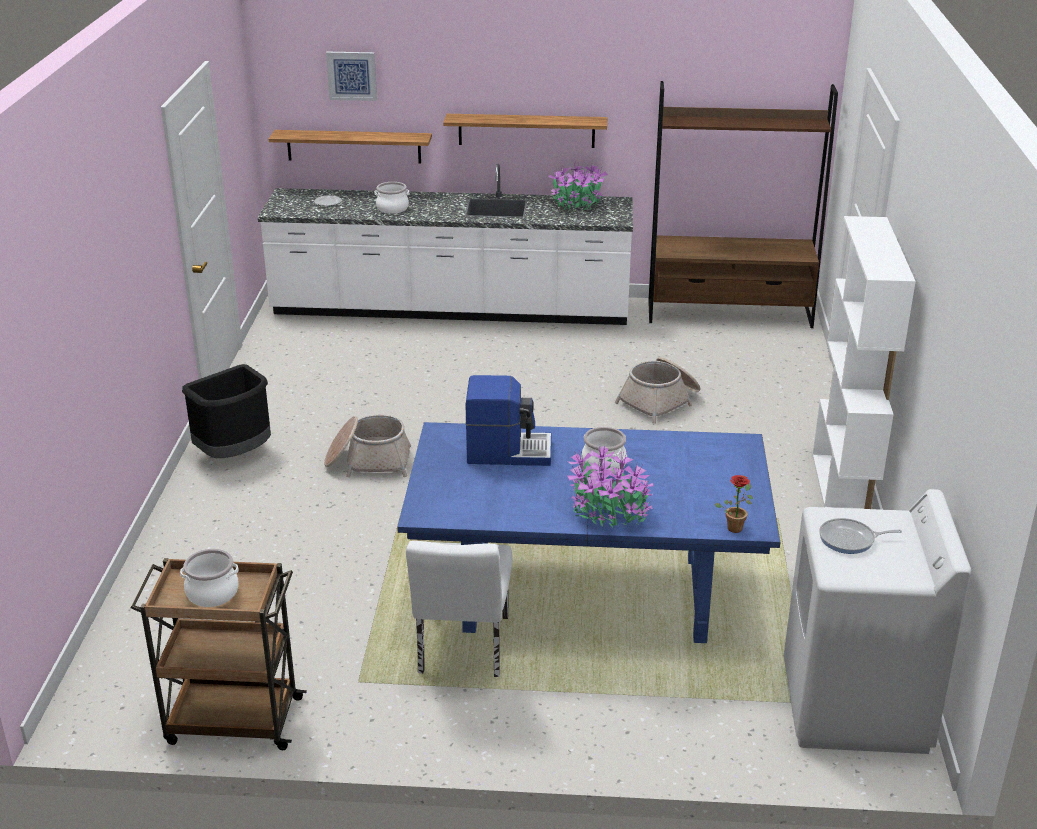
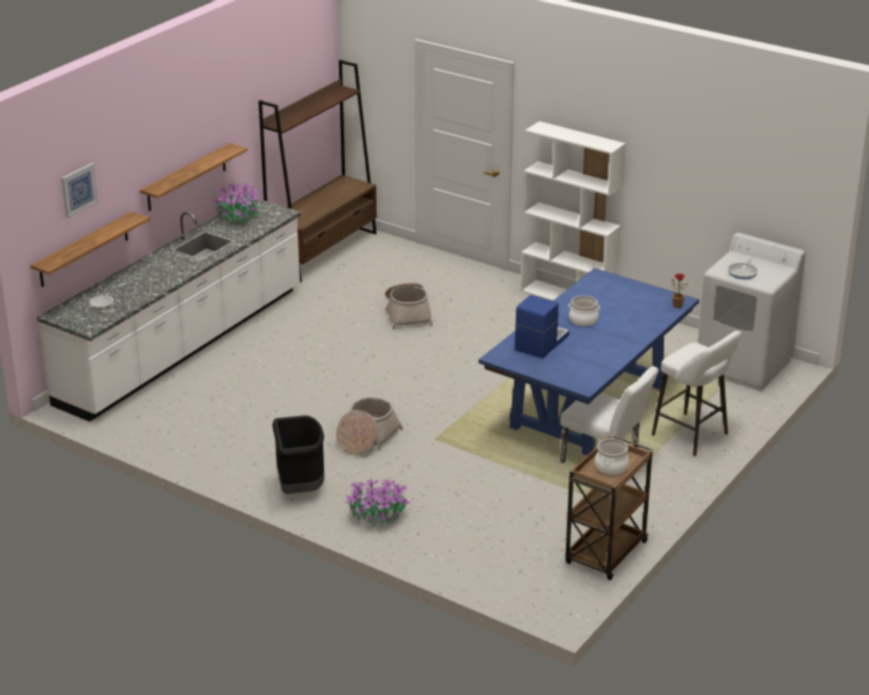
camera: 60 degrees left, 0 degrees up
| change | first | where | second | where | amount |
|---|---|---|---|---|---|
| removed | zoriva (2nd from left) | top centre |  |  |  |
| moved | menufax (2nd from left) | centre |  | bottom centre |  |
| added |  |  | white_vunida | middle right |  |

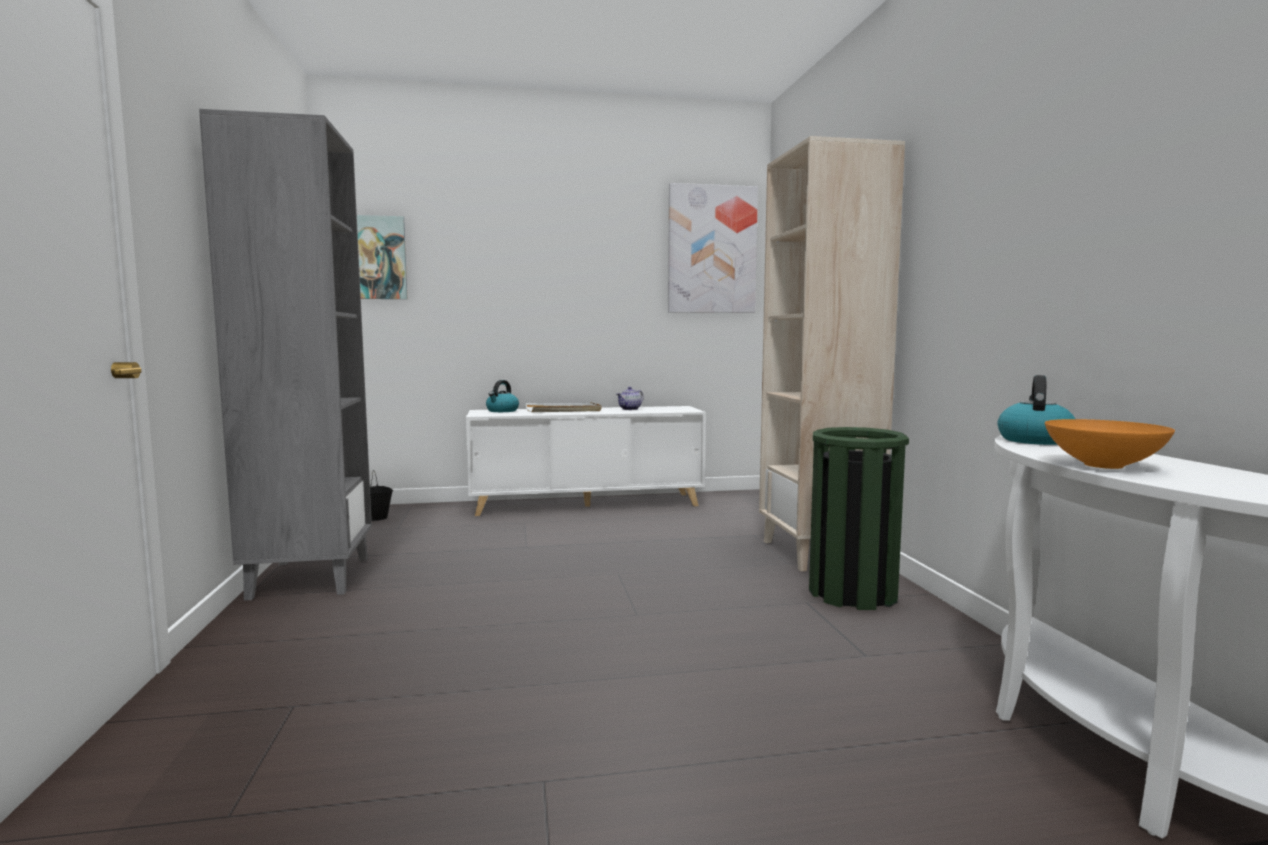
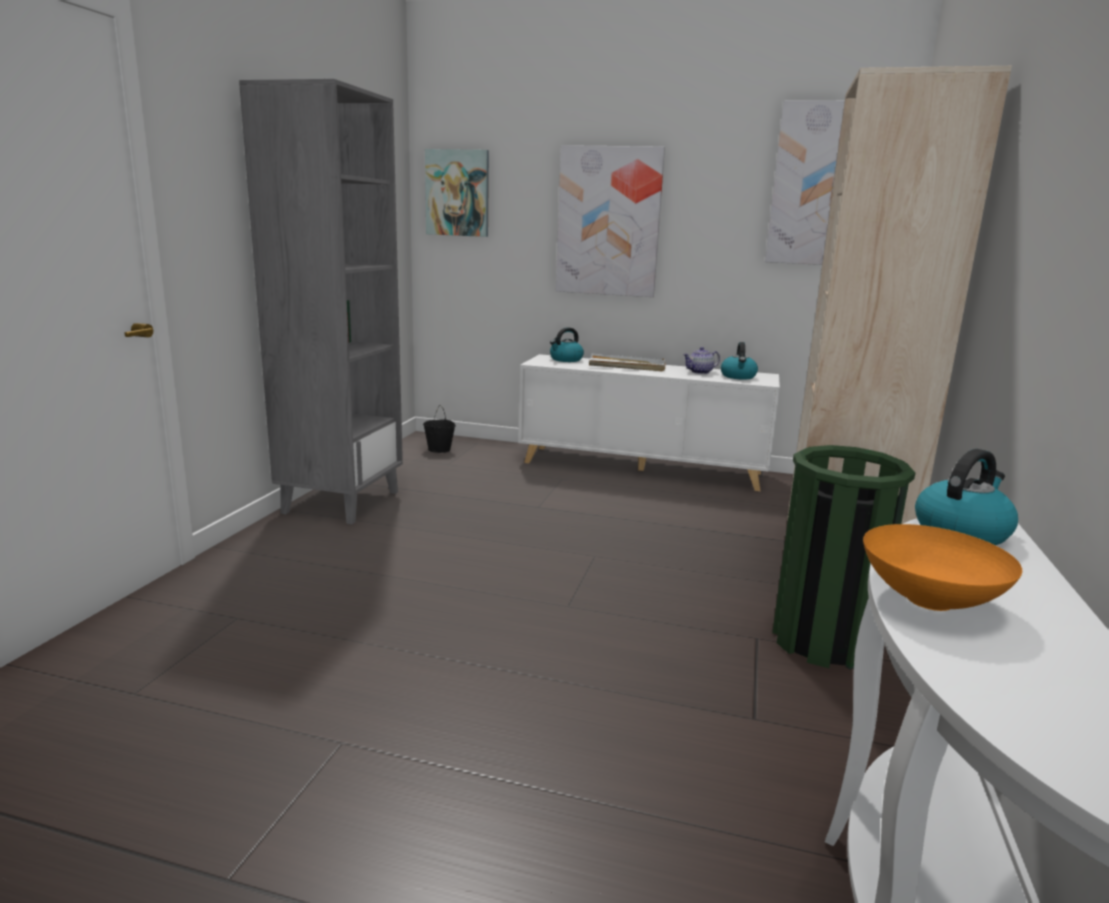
camera: 25 degrees right, 10 degrees up
| change | first | where | second | where | amount |
|---|---|---|---|---|---|
| added |  |  | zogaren (2nd from left) | top centre |  |
| added |  |  | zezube (2nd from left) | centre |  |

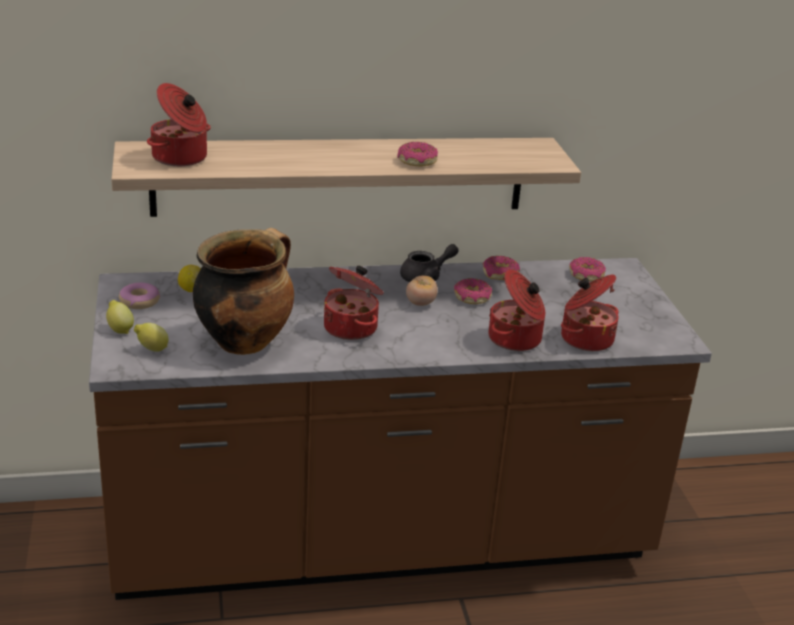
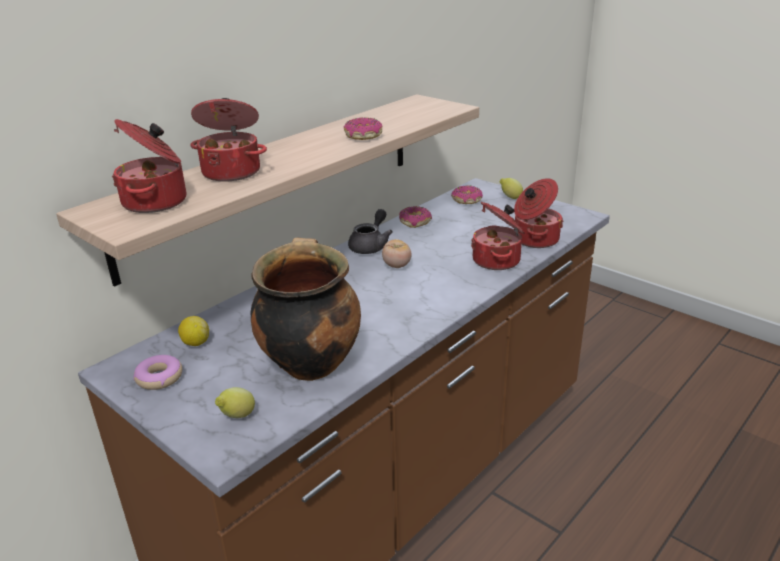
camera: 35 degrees left, 0 degrees up
| change | first | where | second | where | amount |
|---|---|---|---|---|---|
| moved | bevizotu (1st from left in the first image) | middle left | bevizotu (3rd from left) | centre |  |
| moved | zoriva (3rd from left in the first image) | centre | zoriva (2nd from left) | top left |  |
| removed | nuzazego (3rd from left) | centre |  |  |  |

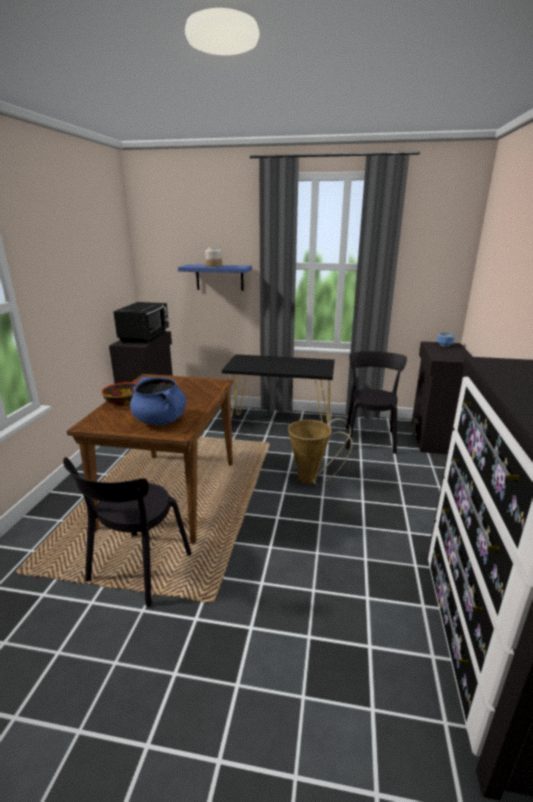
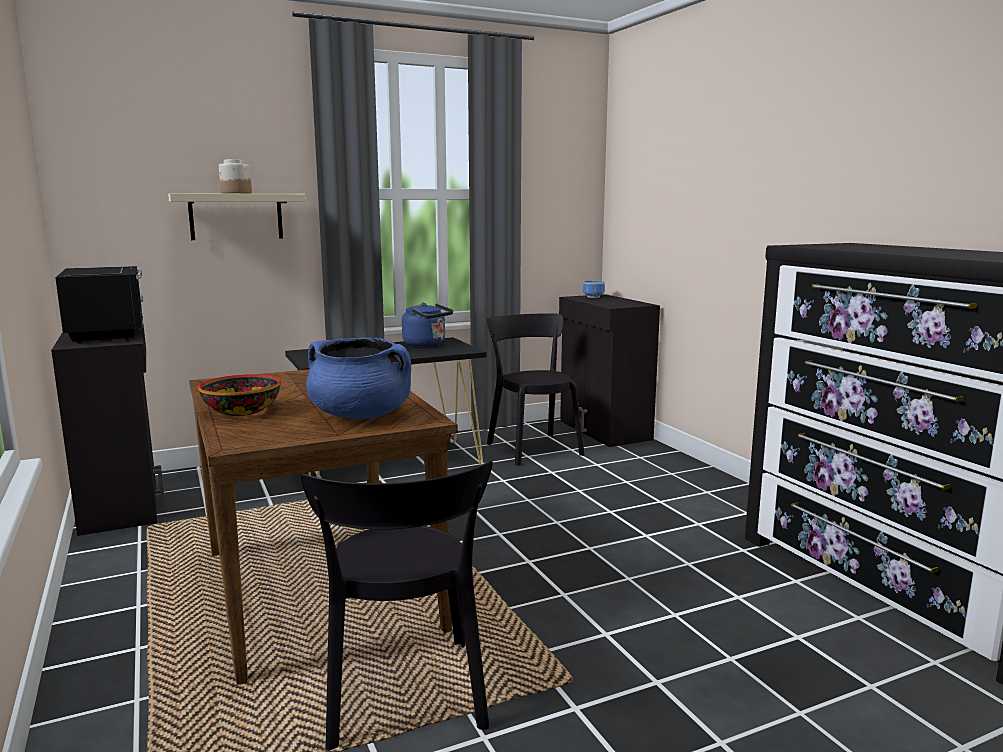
camera: 35 degrees left, 10 degrees down
| change | first | where | second | where | amount |
|---|---|---|---|---|---|
| recoloured | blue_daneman | centre | beige_daneman | top left |  |
| removed | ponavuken | centre |  |  |  |
| added |  |  | blue_zezube | centre |  |

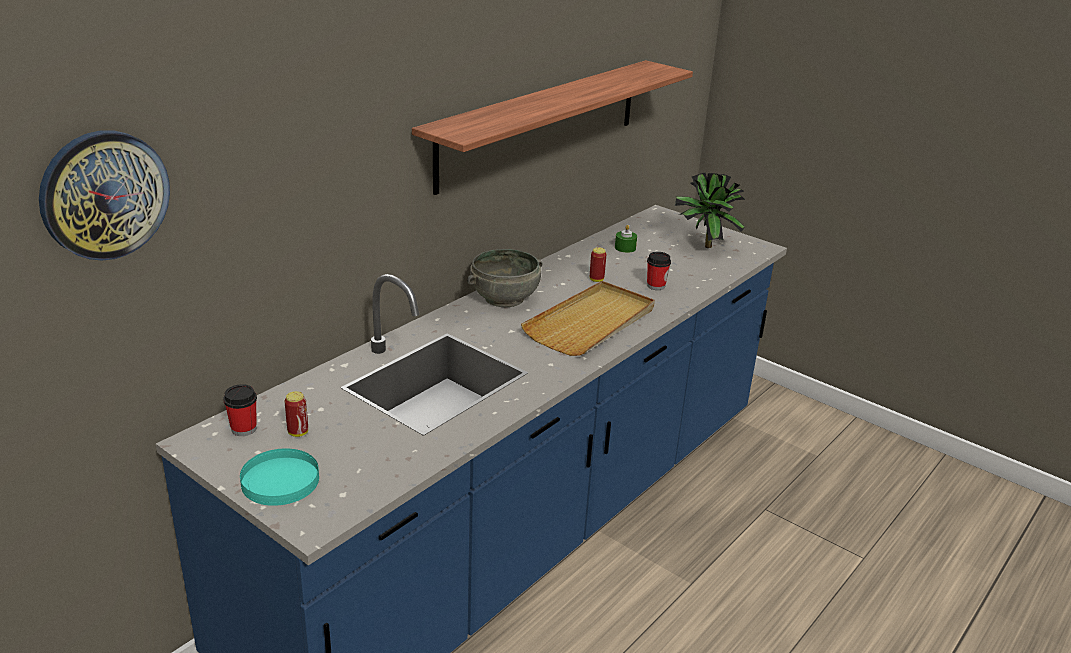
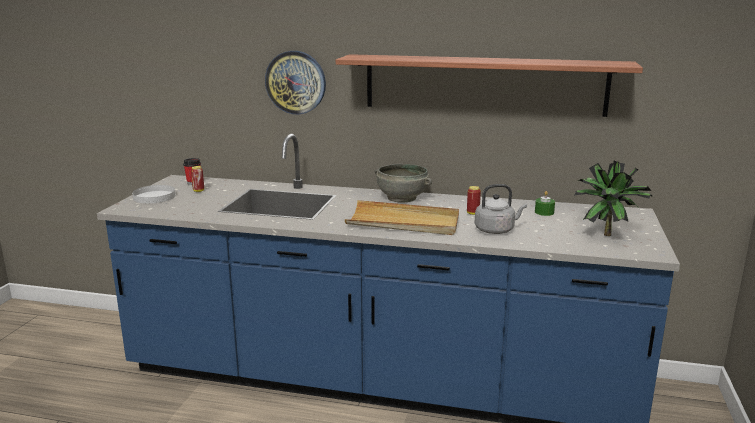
camera: 65 degrees right, 10 degrees down
| change | first | where | second | where | amount |
|---|---|---|---|---|---|
| moved | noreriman | top left |  | top centre |  |
| recoloured | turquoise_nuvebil | bottom left | white_nuvebil | middle left |  |
| replaced | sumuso (2nd from left) | centre | grey_zezube | centre |  |

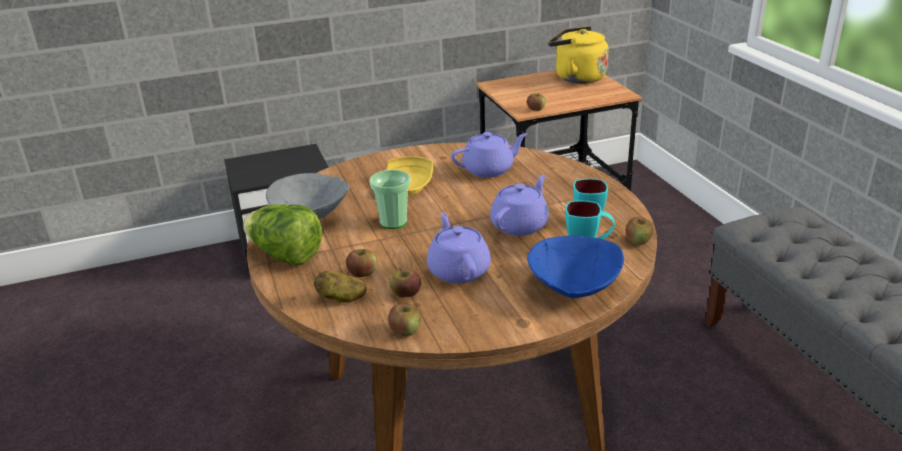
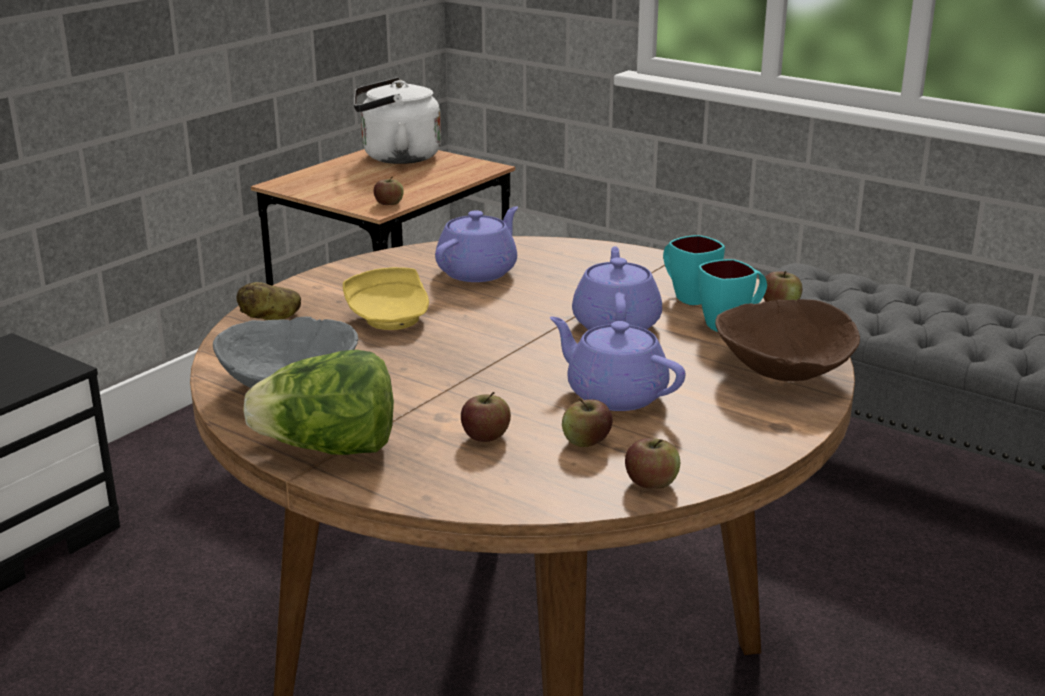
camera: 35 degrees left, 5 degrees down
| change | first | where | second | where | amount |
|---|---|---|---|---|---|
| moved | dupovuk | centre |  | middle left |  |
| removed | sumuso | centre |  |  |  |
| recoloured | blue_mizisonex | centre | brown_mizisonex | middle right |  |
| recoloured | yellow_zezube | top centre | white_zezube | top centre |  |

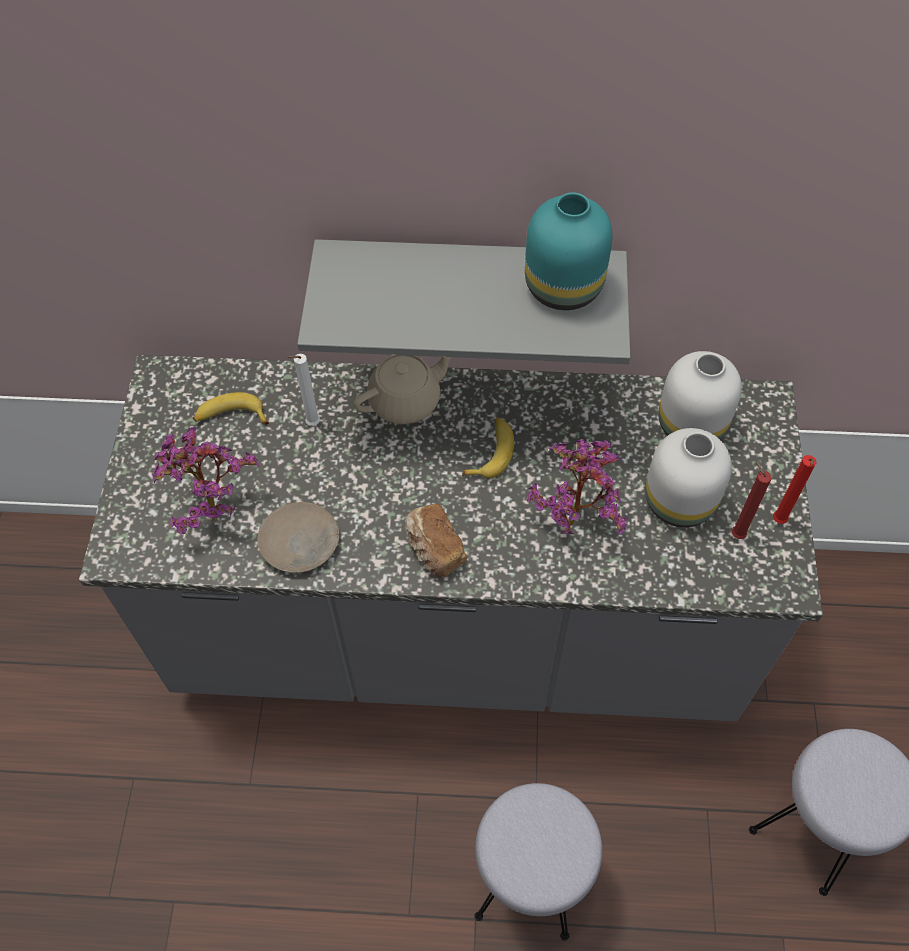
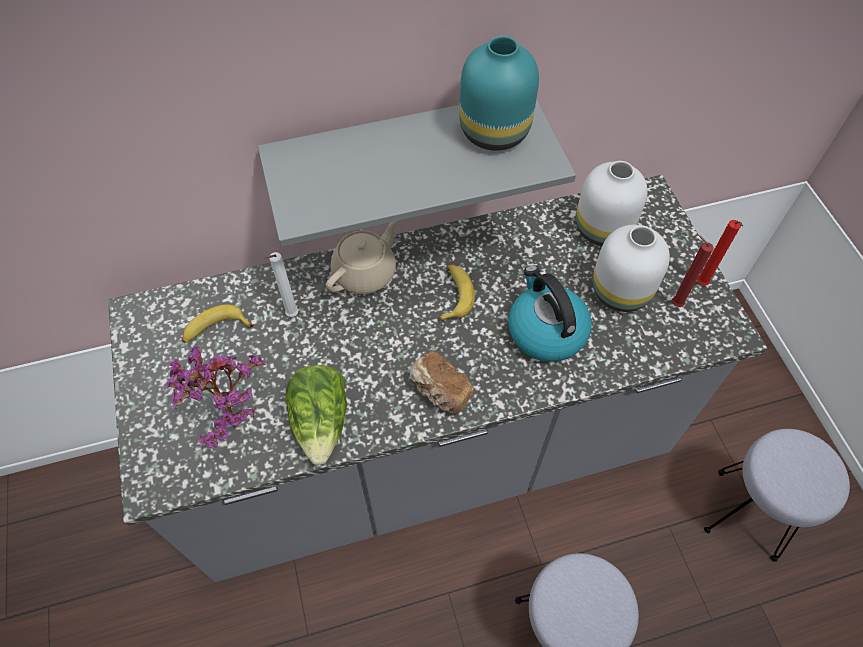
camera: 20 degrees left, 0 degrees up
| change | first | where | second | where | amount |
|---|---|---|---|---|---|
| replaced | beige_nuvebil | middle left | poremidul | centre |  |
| replaced | menufax (2nd from left) | centre | zezube | centre |  |

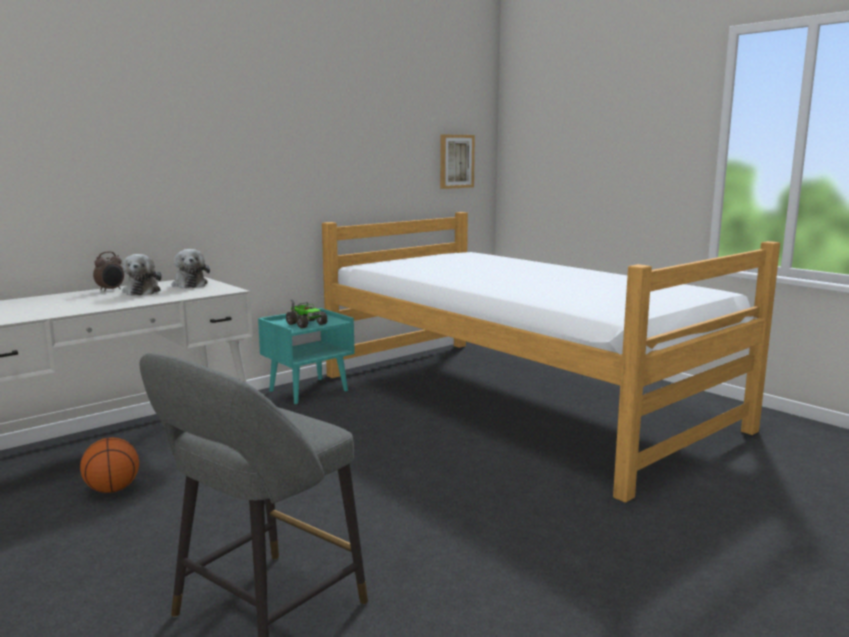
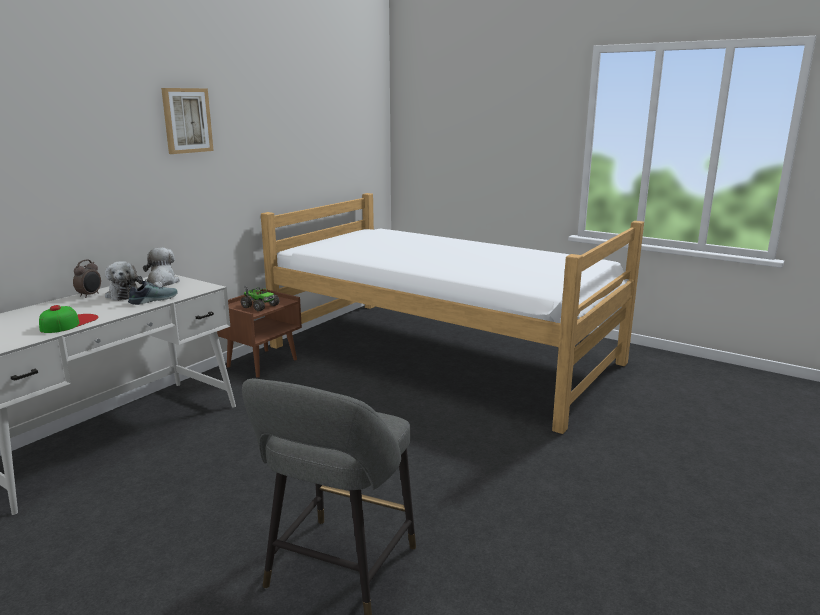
camera: 15 degrees left, 5 degrees up
| change | first | where | second | where | amount |
|---|---|---|---|---|---|
| removed | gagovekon | bottom left |  |  |  |
| turned | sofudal (2nd from left) | middle left |  | middle left | 150 degrees counterclockwise |
| recoloured | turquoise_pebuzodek | centre | brown_pebuzodek | middle left |  |
| moved | zogaren | top centre |  | top left |  |
| added |  |  | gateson | middle left |  |
| added |  |  | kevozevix | middle left |  |

